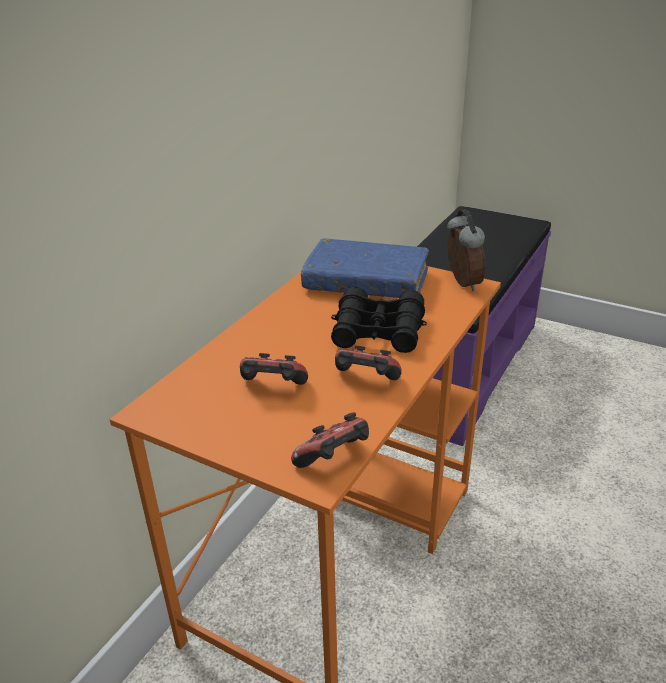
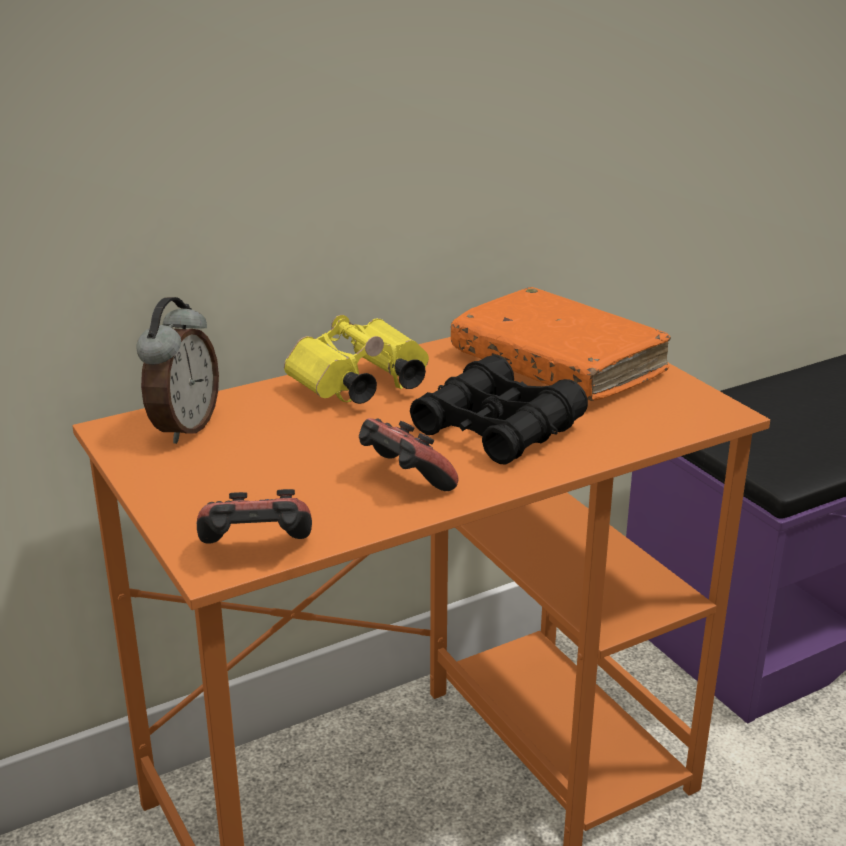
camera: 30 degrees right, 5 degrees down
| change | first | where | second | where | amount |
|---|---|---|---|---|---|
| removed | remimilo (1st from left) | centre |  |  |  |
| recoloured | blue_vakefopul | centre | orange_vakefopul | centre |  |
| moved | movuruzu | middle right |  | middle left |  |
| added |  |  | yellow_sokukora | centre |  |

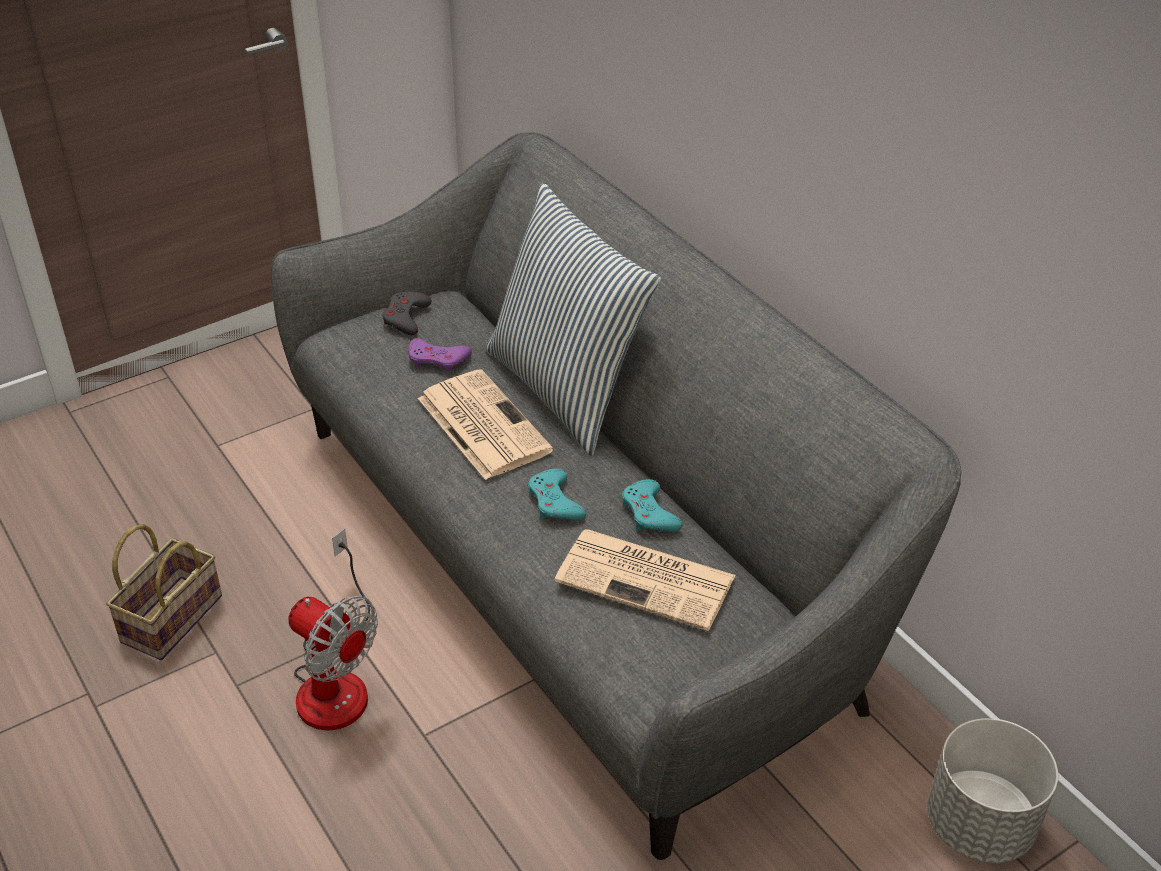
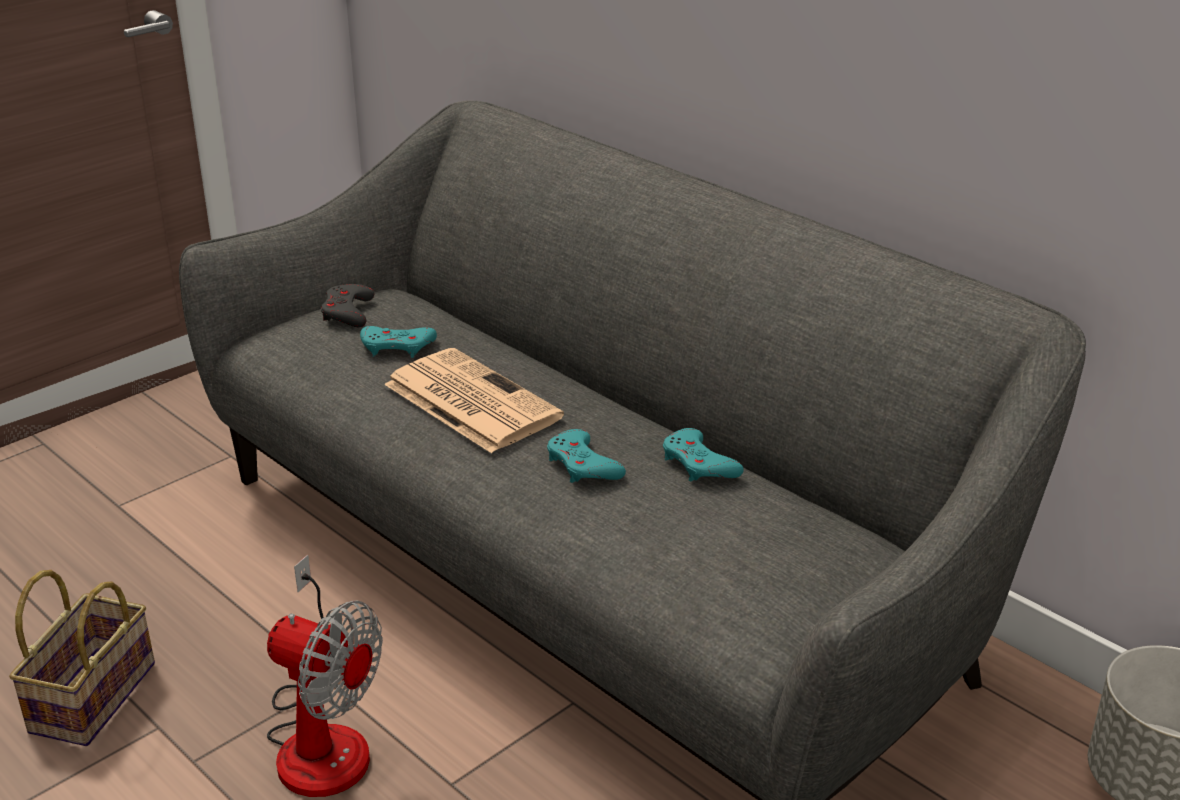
camera: 10 degrees left, 10 degrees down
| change | first | where | second | where | amount |
|---|---|---|---|---|---|
| recoloured | purple_remimilo | centre | turquoise_remimilo (1st from left) | centre |  |
| removed | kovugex | centre |  |  |  |
| removed | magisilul (2nd from left) | centre |  |  |  |

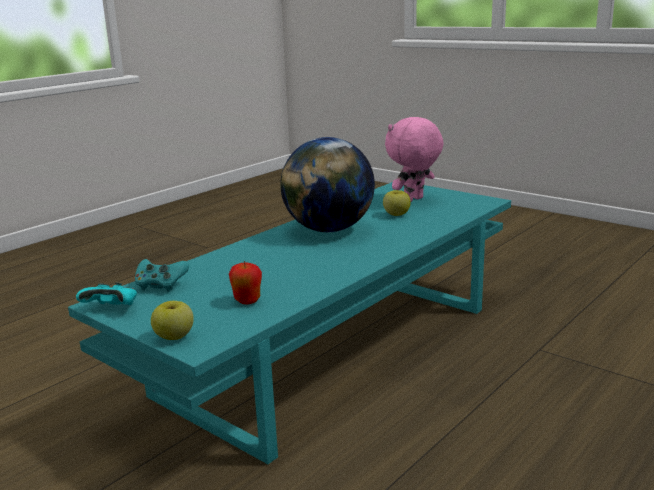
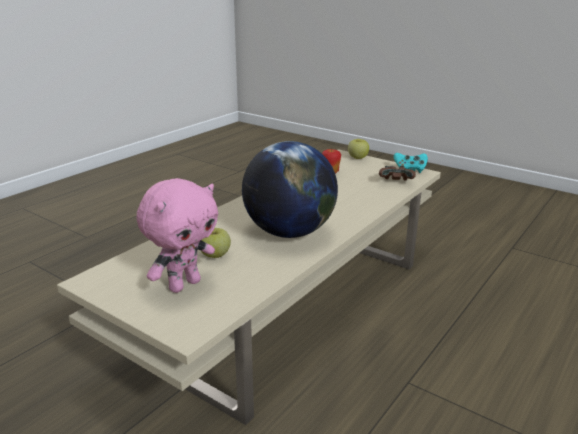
camera: 175 degrees right, 5 degrees up
| change | first | where | second | where | amount |
|---|---|---|---|---|---|
| recoloured | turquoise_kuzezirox | centre | beige_kuzezirox | centre |  |
| recoloured | turquoise_remimilo (2nd from left) | middle left | brown_remimilo | middle right |  |

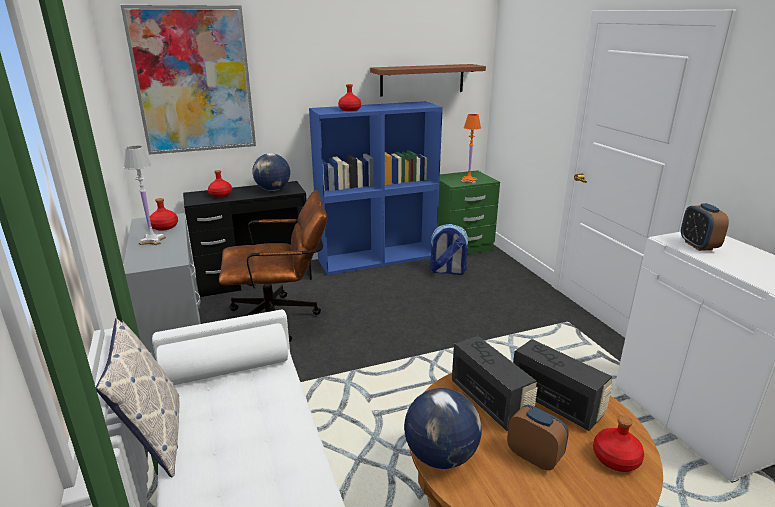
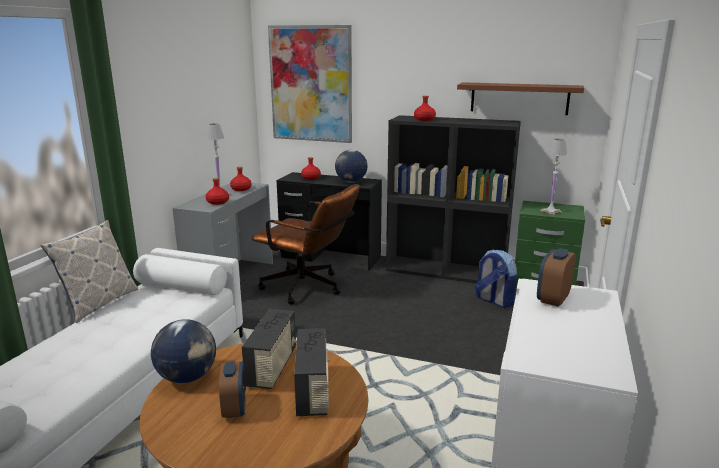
camera: 40 degrees right, 5 degrees down
| change | first | where | second | where | amount |
|---|---|---|---|---|---|
| recoloured | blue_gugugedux | centre | black_gugugedux | centre |  |
| recoloured | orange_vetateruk | top centre | white_vetateruk (2nd from left) | middle right |  |
| moved | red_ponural (4th from left in the first image) | bottom right | red_ponural (1st from left) | middle left |  |

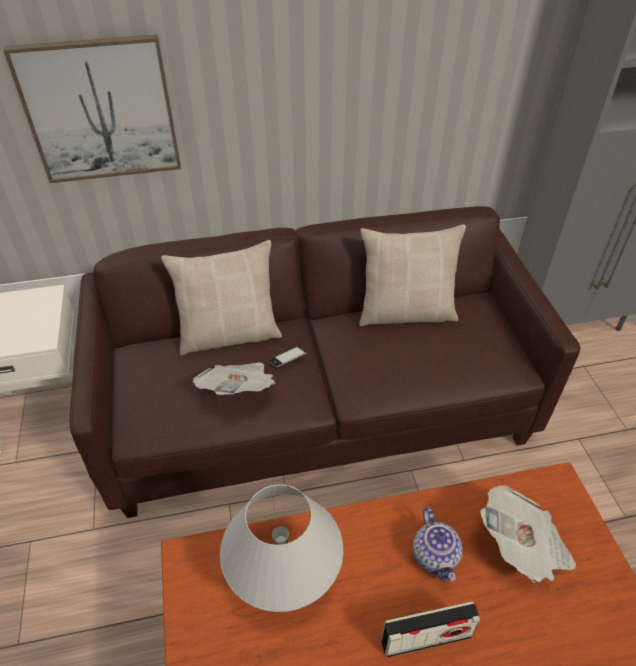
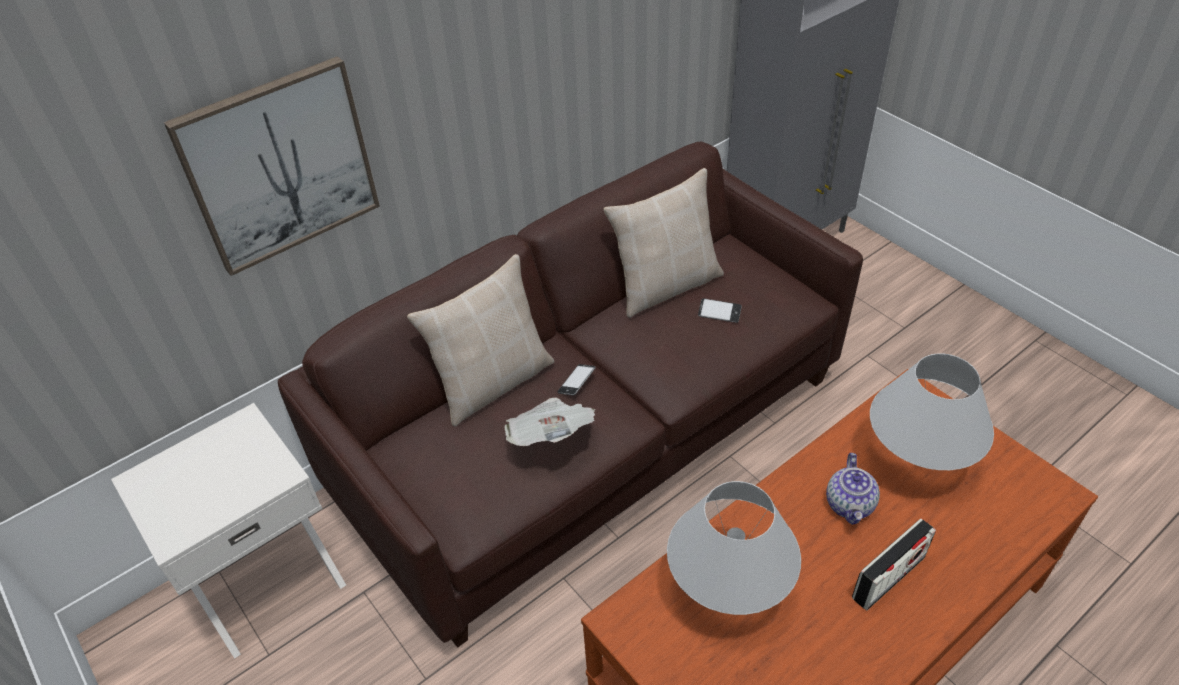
camera: 25 degrees left, 0 degrees up
| change | first | where | second | where | amount |
|---|---|---|---|---|---|
| turned | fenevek | bottom right |  | bottom right | 45 degrees clockwise |
| replaced | magisilul (2nd from left) | bottom right | white_vetateruk (2nd from left) | middle right |  |
| added |  |  | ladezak (2nd from left) | centre |  |

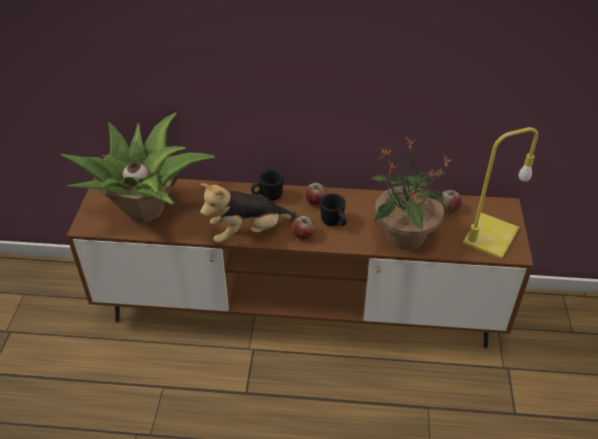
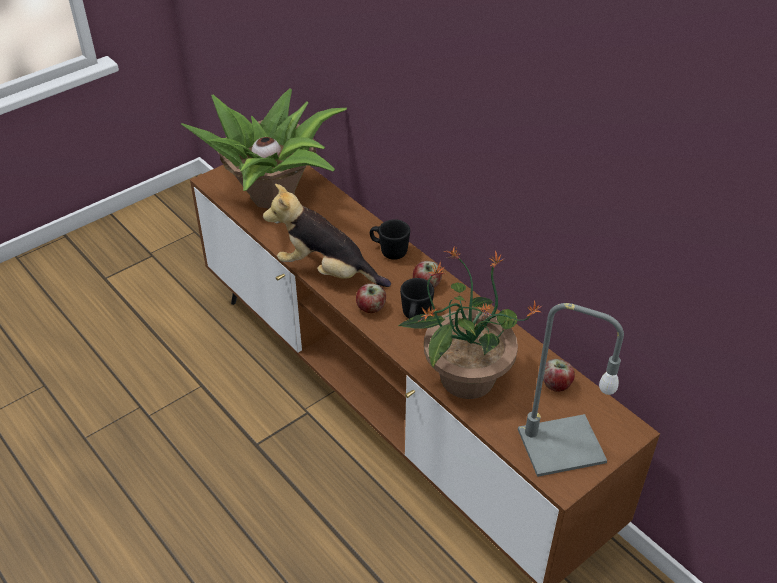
camera: 45 degrees right, 0 degrees up
| change | first | where | second | where | amount |
|---|---|---|---|---|---|
| recoloured | yellow_vetateruk | middle right | grey_vetateruk | bottom right |  |

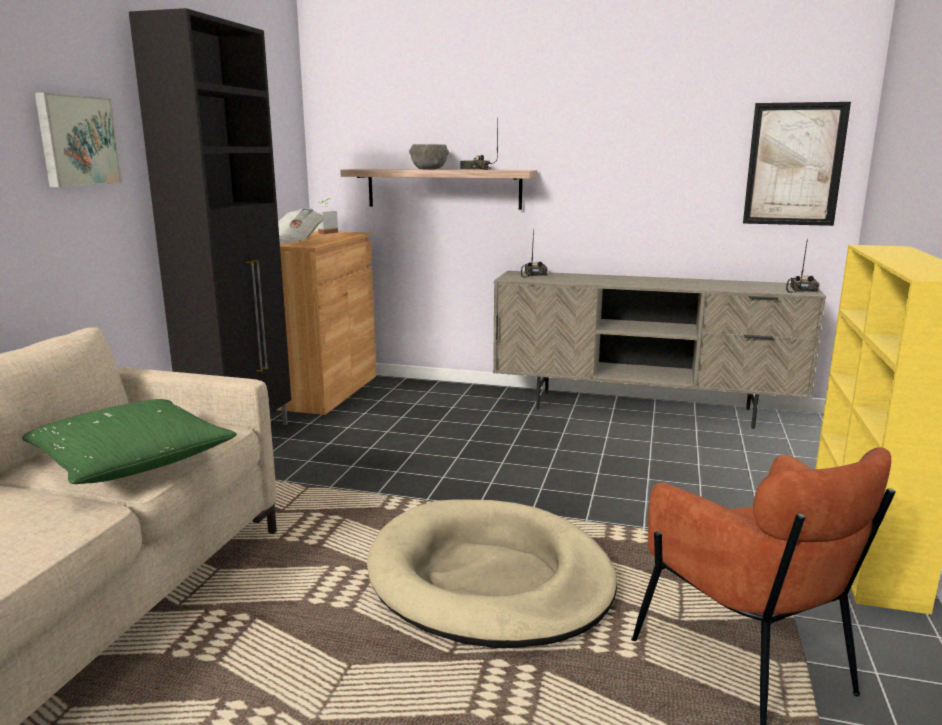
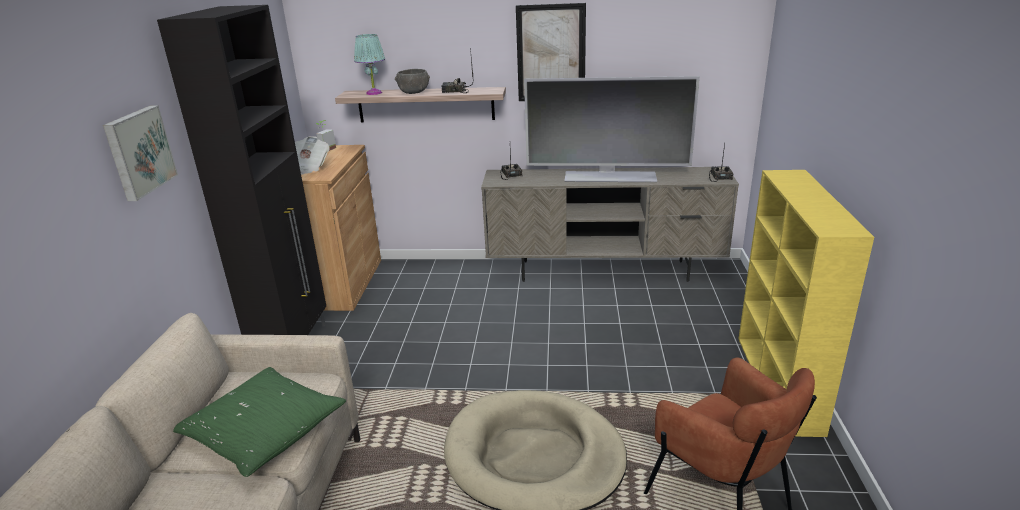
camera: 10 degrees left, 10 degrees up
| change | first | where | second | where | amount |
|---|---|---|---|---|---|
| moved | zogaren (2nd from left) | top right |  | top centre |  |
| added |  |  | turquoise_vetateruk | top centre |  |
| added |  |  | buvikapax | top centre |  |

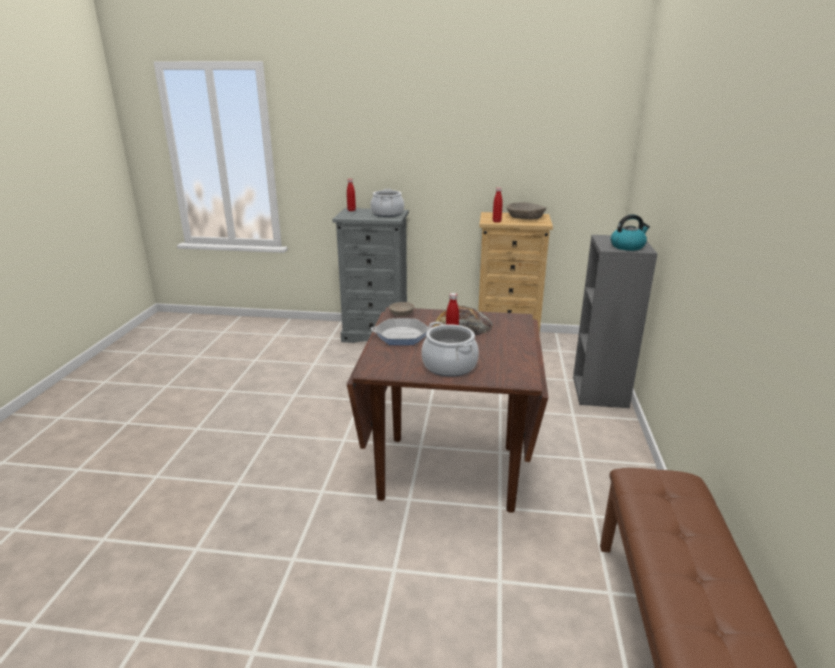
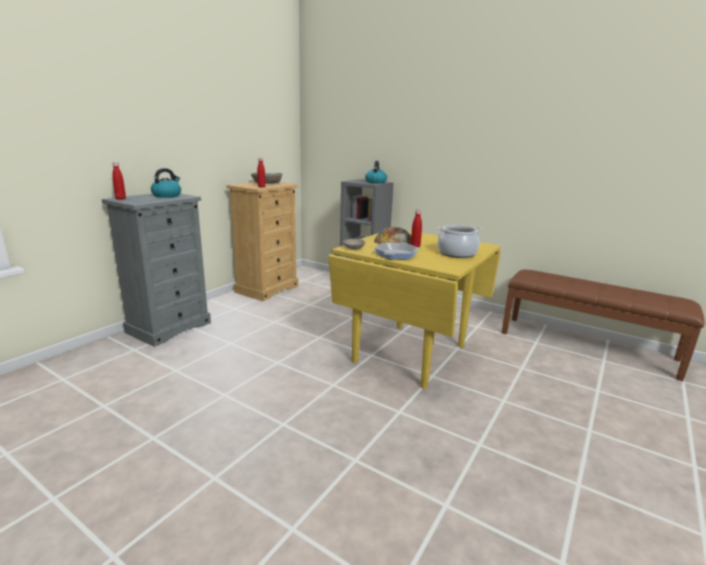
camera: 65 degrees left, 5 degrees down
| change | first | where | second | where | amount |
|---|---|---|---|---|---|
| recoloured | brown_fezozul | centre | yellow_fezozul | centre |  |
| replaced | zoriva (1st from left) | top centre | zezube (1st from left) | top left |  |

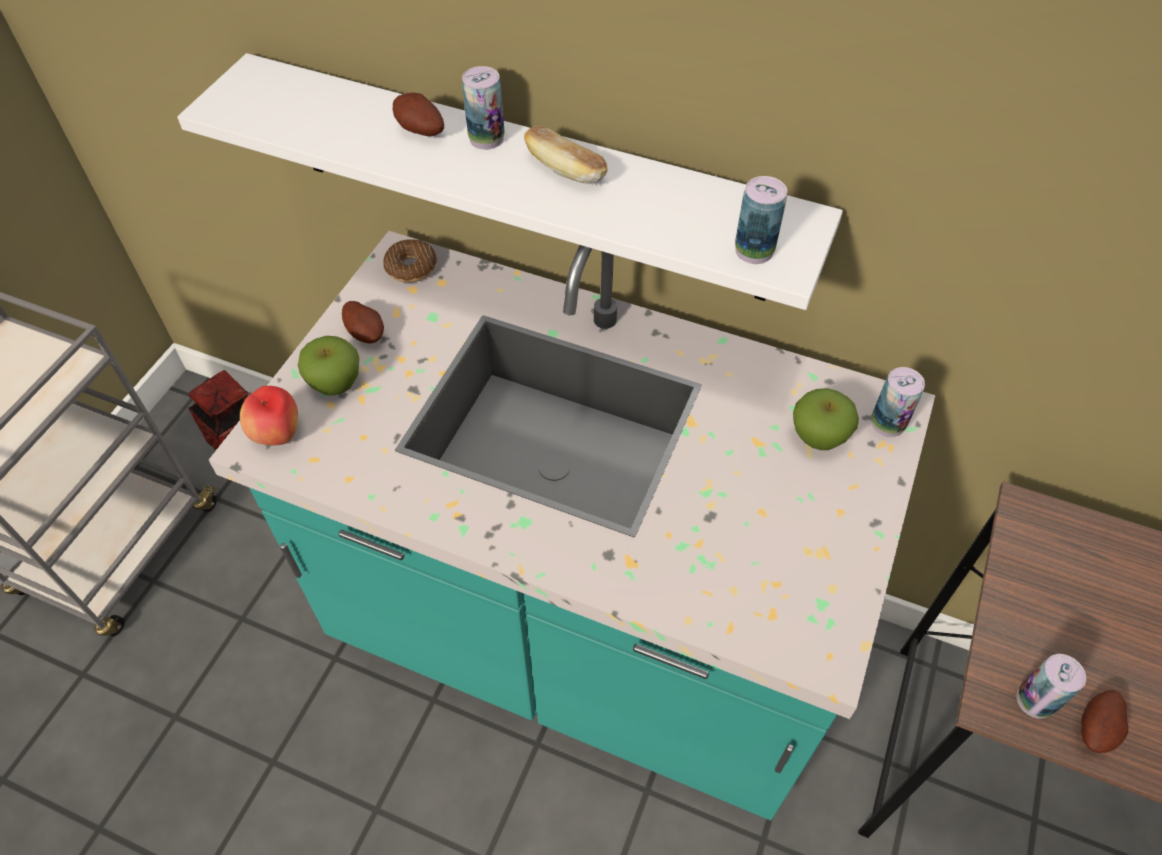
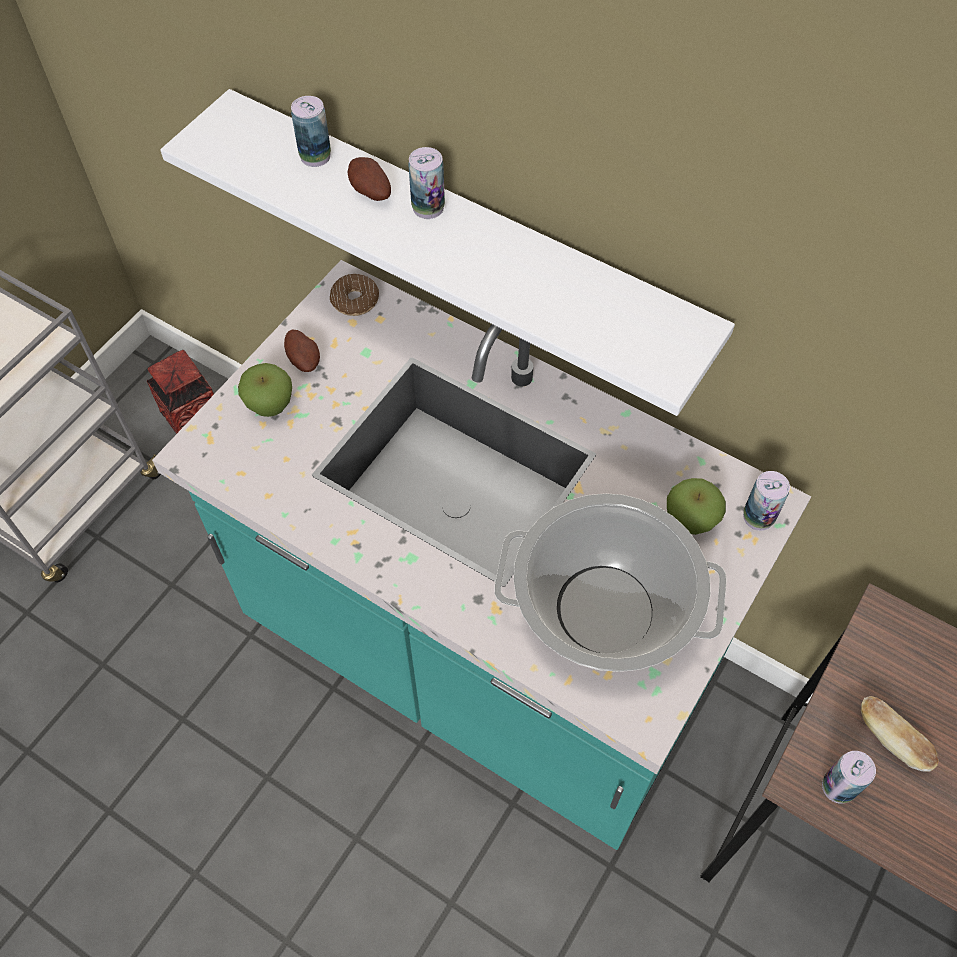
camera: 10 degrees right, 5 degrees up
| change | first | where | second | where | amount |
|---|---|---|---|---|---|
| removed | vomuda (1st from left) | middle left |  |  |  |
| moved | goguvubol | top centre |  | bottom right |  |
| moved | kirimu (2nd from left in the first image) | top centre | kirimu (1st from left) | top left |  |
| removed | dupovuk (3rd from left) | bottom right |  |  |  |
| added |  |  | zoriva | centre |  |

